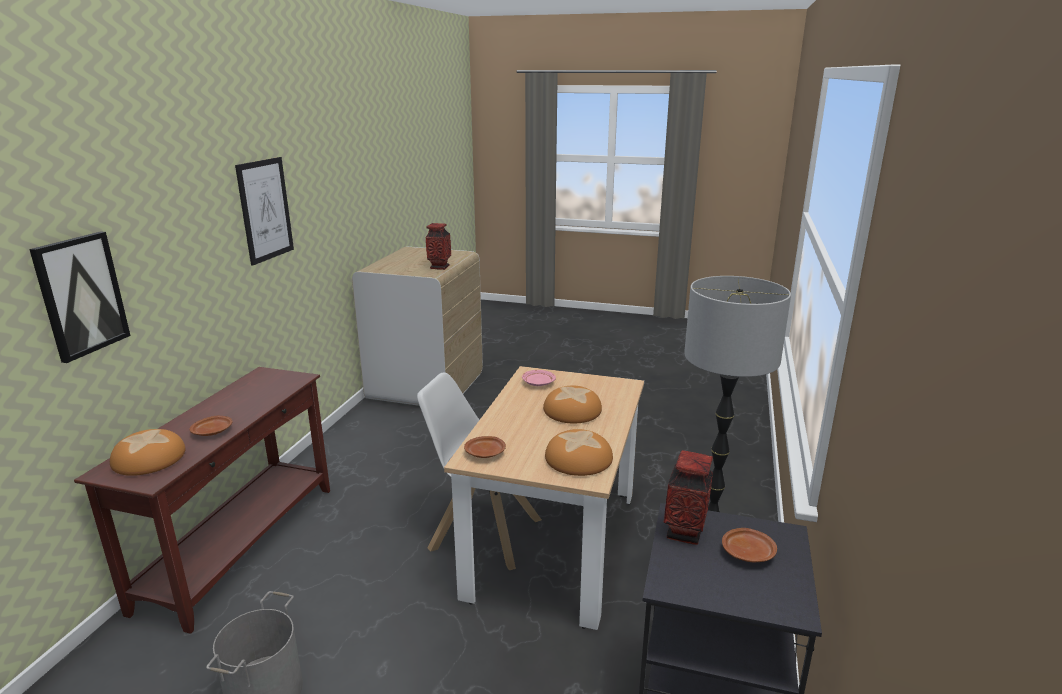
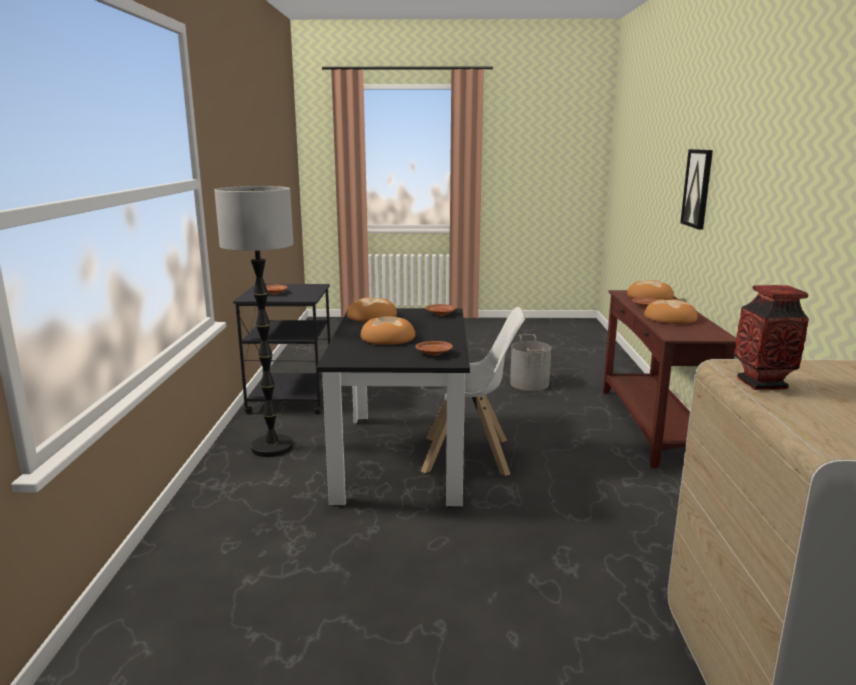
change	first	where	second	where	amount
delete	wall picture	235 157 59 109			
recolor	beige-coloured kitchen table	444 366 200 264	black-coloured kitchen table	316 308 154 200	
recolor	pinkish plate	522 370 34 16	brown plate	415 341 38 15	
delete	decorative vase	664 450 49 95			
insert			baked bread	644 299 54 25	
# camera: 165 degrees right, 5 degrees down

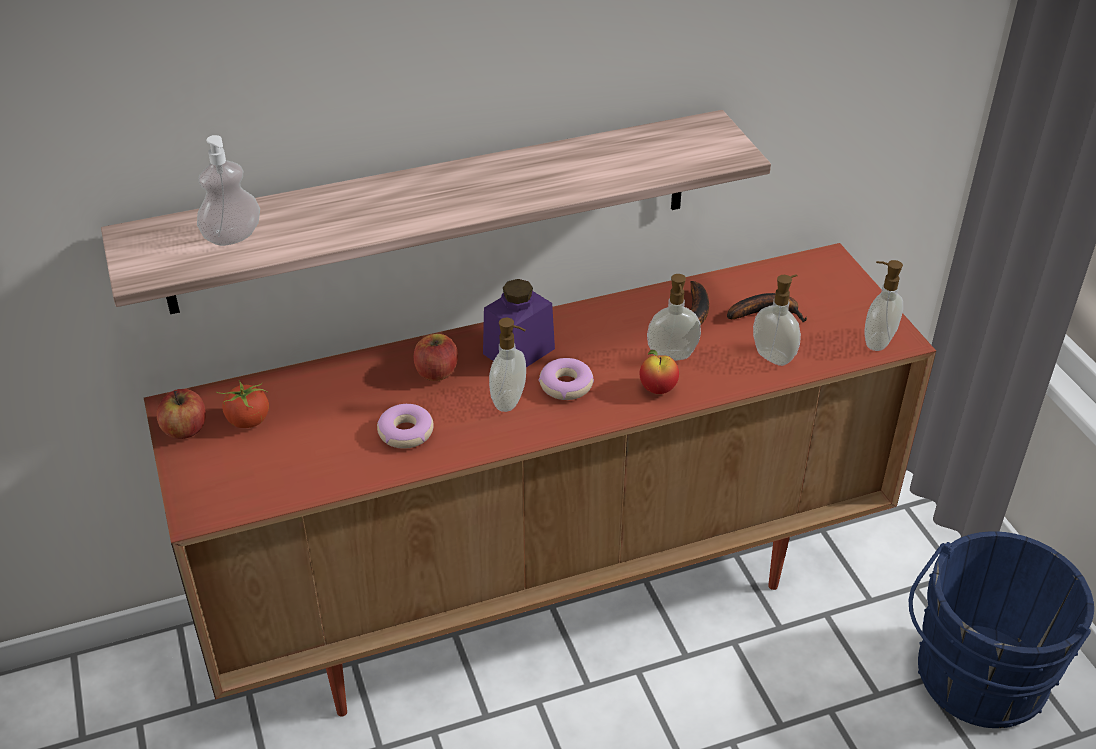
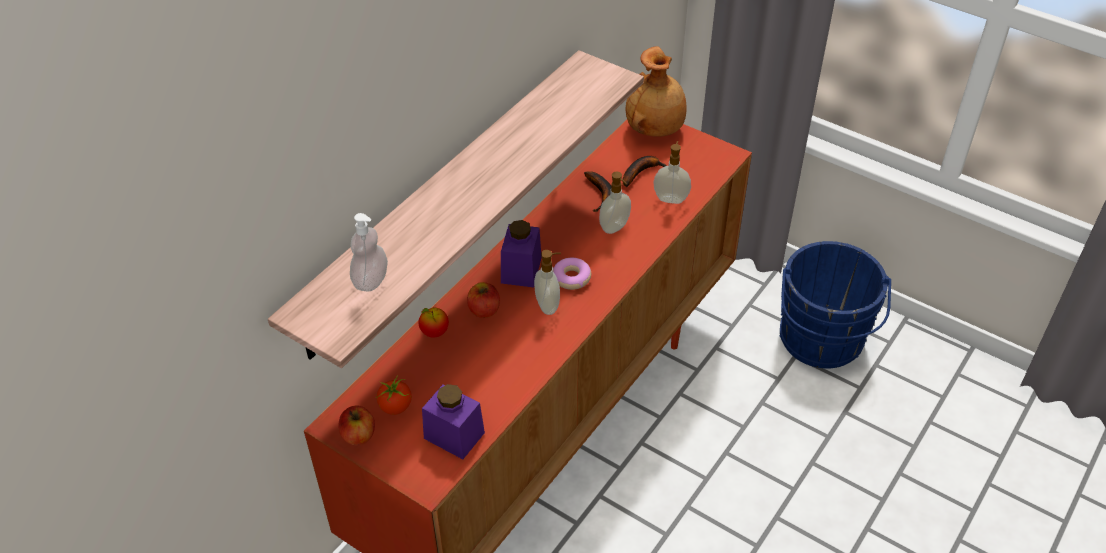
change	first	where	second	where	amount
delete	soap dispenser	864 260 39 91			
move	whole apple	639 350 40 44		418 307 31 31	
delete	donut	377 404 57 45			
insert			brown decorative vase	626 46 61 91	
insert			purple jar	422 384 63 75	
# camera: 35 degrees left, 5 degrees up

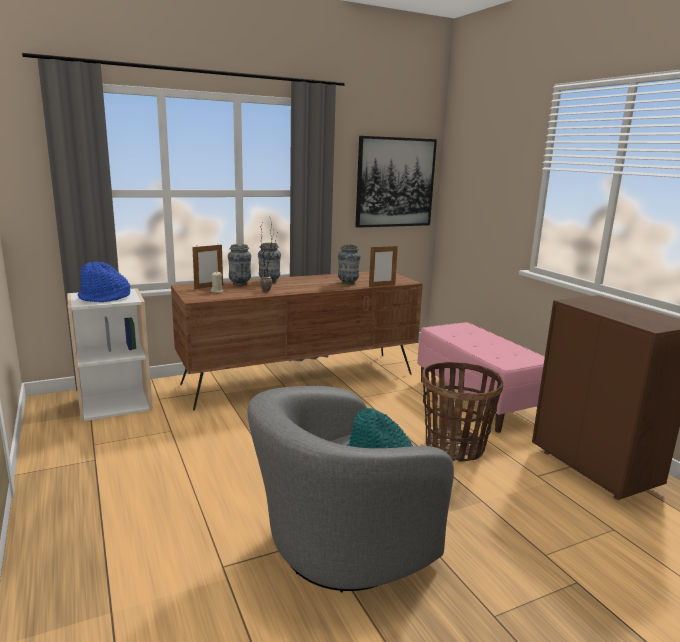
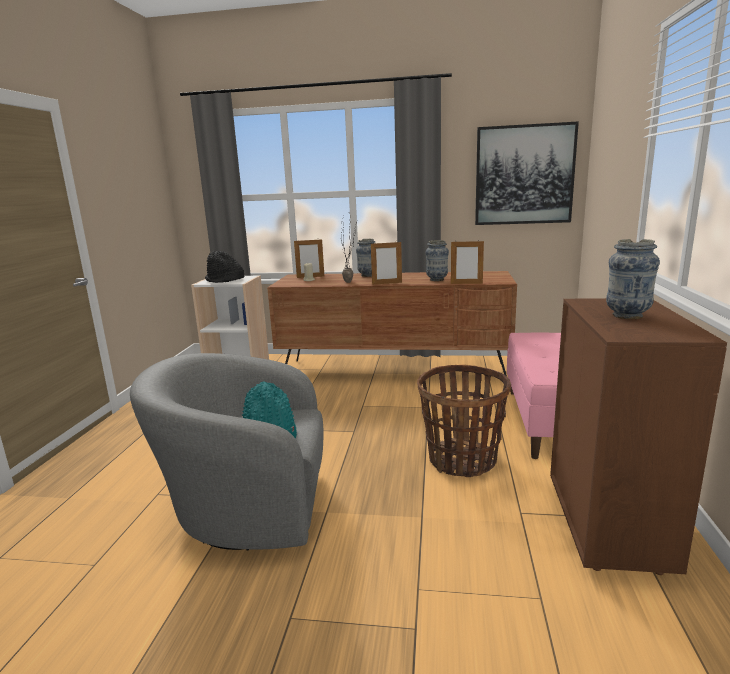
change	first	where	second	where	amount
move	decorative vase	228 244 23 42		606 239 54 80	
recolor	blue wearable hat	78 262 52 40	black-coloured wearable hat	205 251 39 32	
insert			photo frame	371 242 31 43	
# camera: 35 degrees right, 0 degrees up

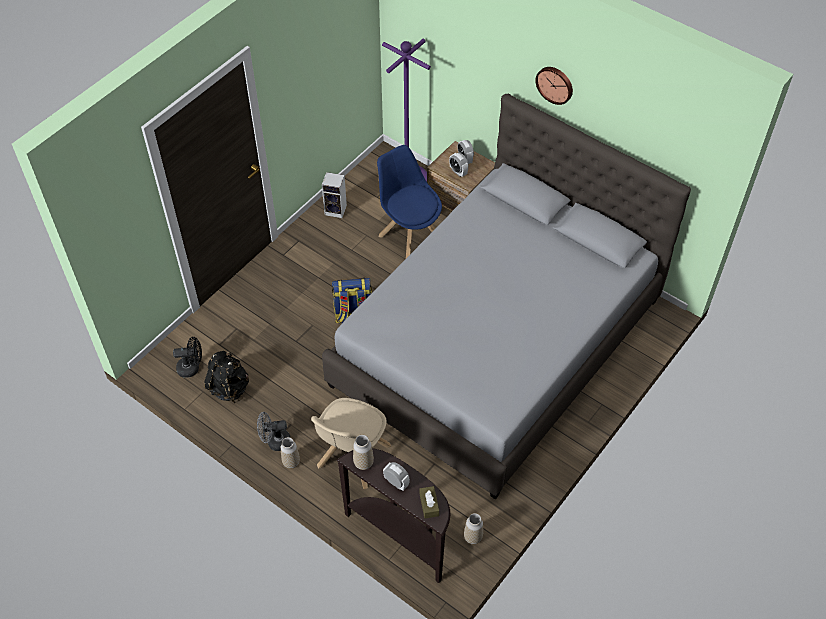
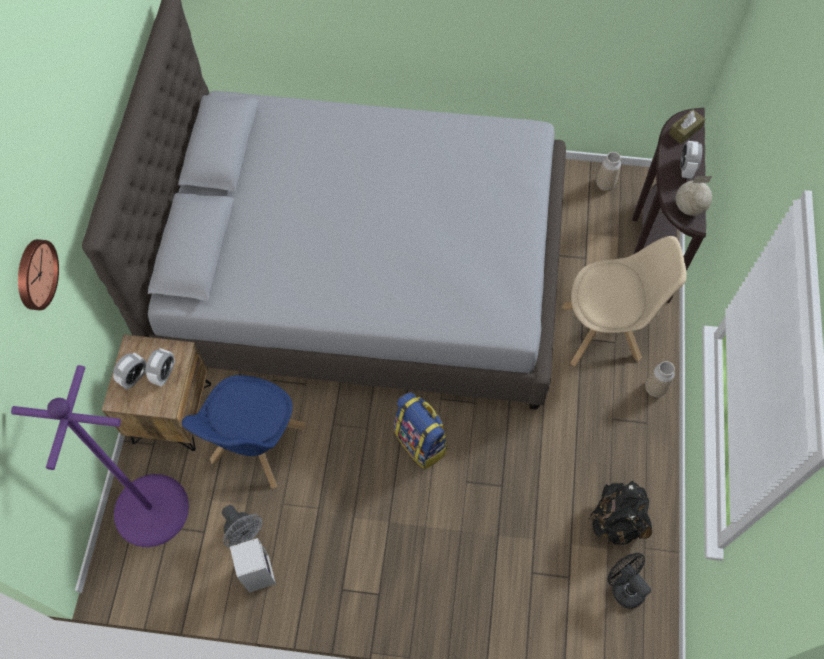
change	first	where	second	where	amount
move	clock on the wall	535 67 38 38		18 239 41 71	
move	grey fan	257 412 34 39		222 505 40 43	
replace	decorative vase	353 435 21 35	globe	676 176 36 40	
# camera: 120 degrees left, 10 degrees up

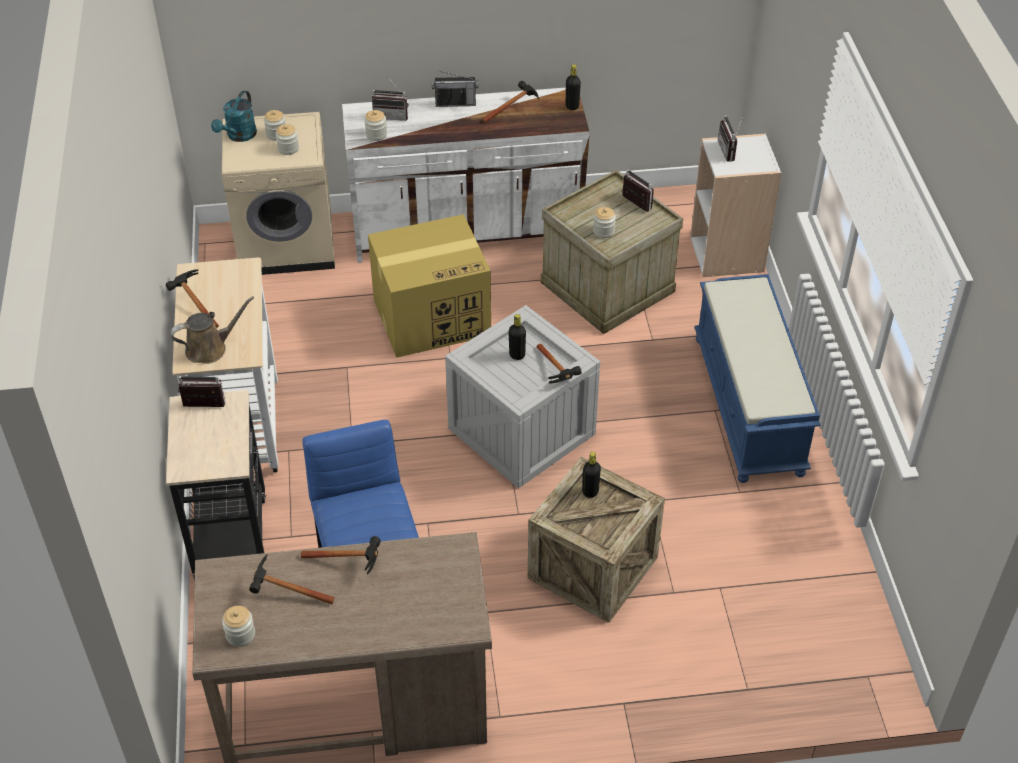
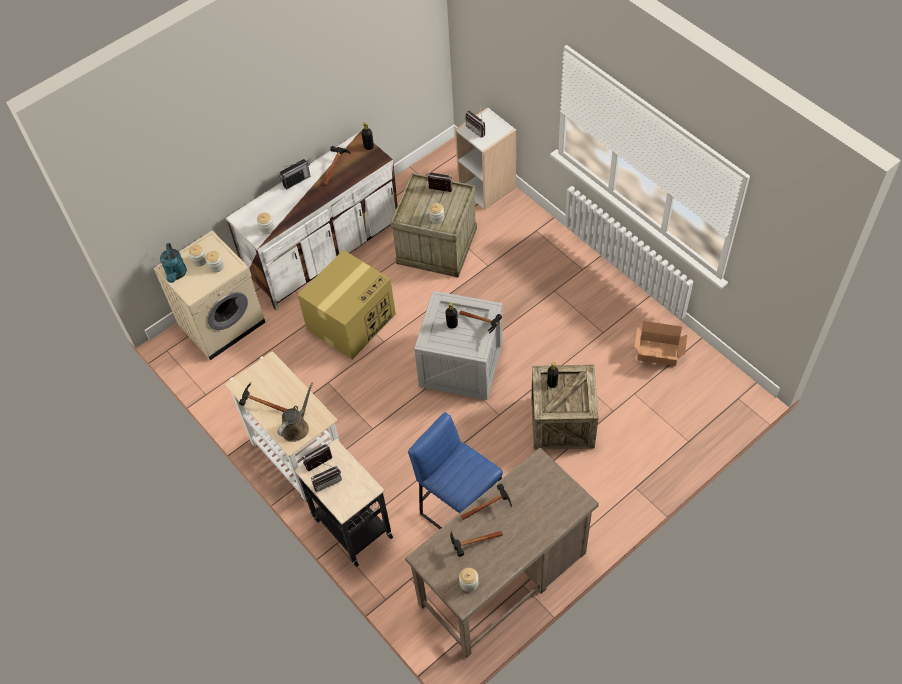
change	first	where	second	where	amount
move	radio set	372 76 36 45		311 461 31 31	
delete	blue long seat	694 274 127 209			
insert			cardboard box	634 321 54 45	
# camera: 30 degrees left, 10 degrees up

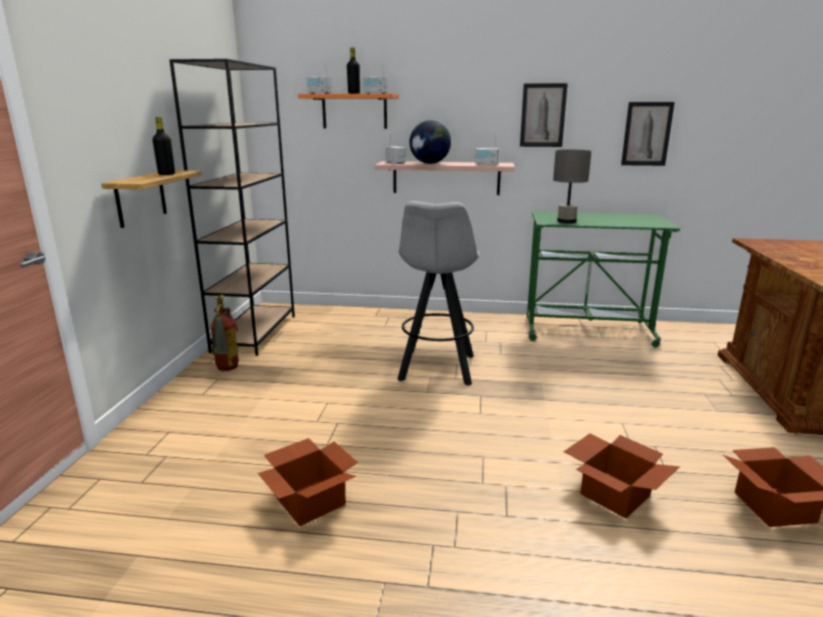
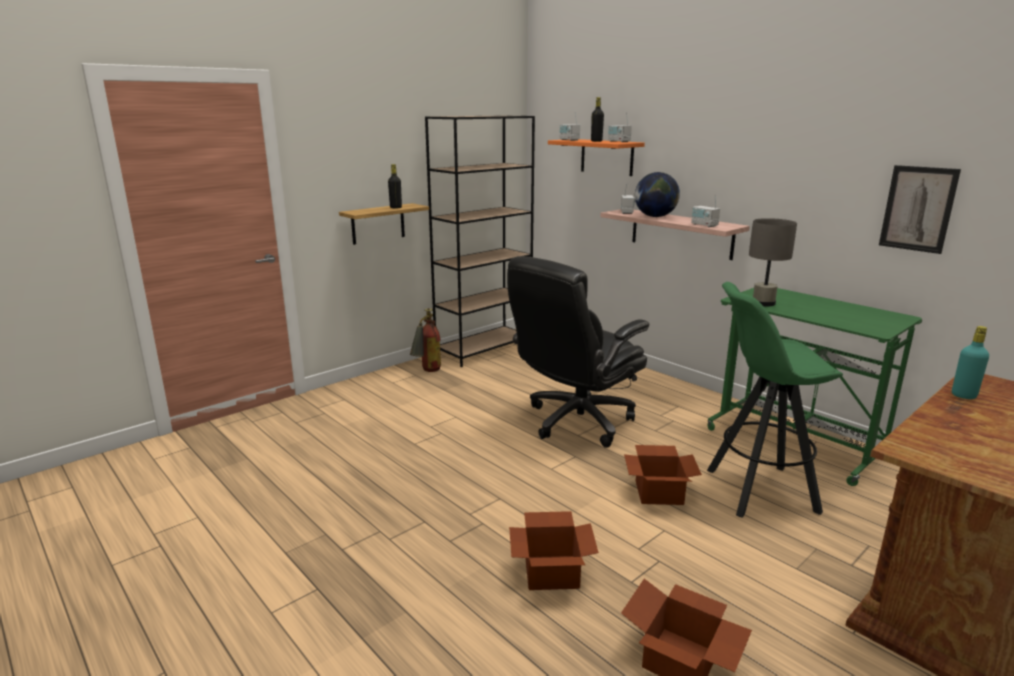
change	first	where	second	where	amount
delete	wall picture	520 83 48 64			
replace	grey sitting stool	398 201 81 184	black-coloured computer chair	507 256 142 192	
move	cardboard box	258 438 100 88		624 445 78 60	
insert			greenish sitting stool	707 282 136 236	
insert			turquoise-coloured bottle	952 326 37 73	
# camera: 40 degrees right, 0 degrees up

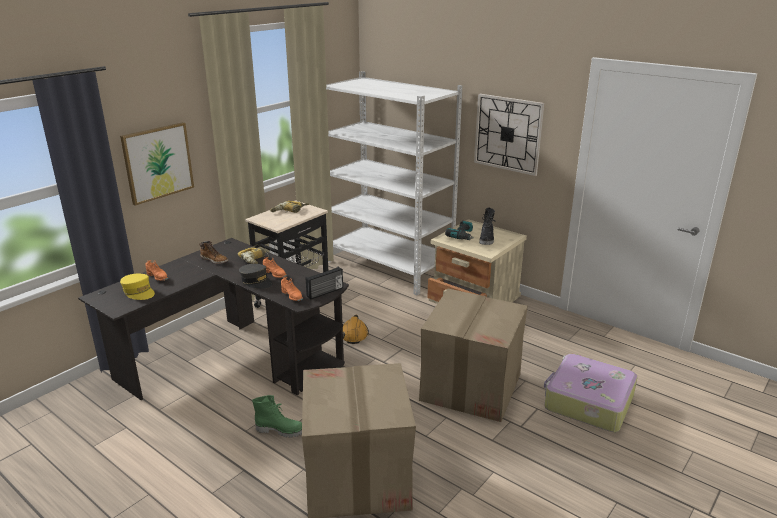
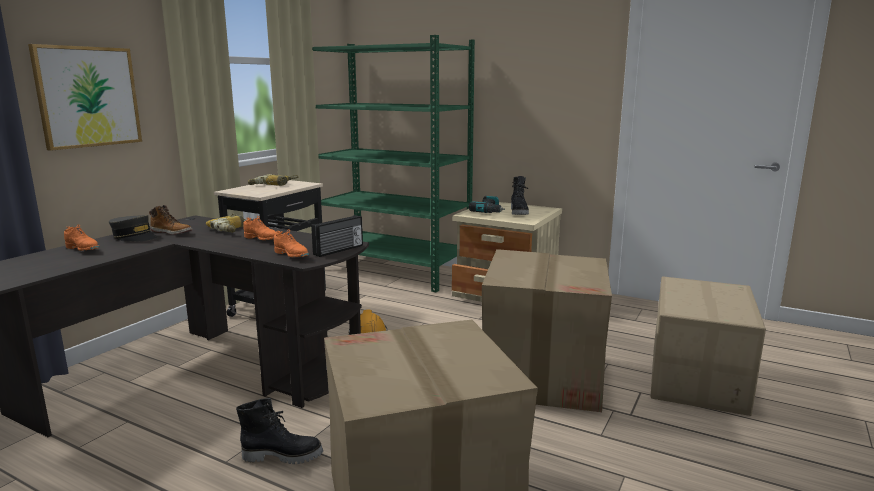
change	first	where	second	where	amount
recolor	white-coloured bookshelf	326 71 136 225	greenish bookshelf	312 35 163 257	
delete	clock on the wall	474 94 70 82			
move	grey cap	239 264 34 25		109 215 48 27	
delete	yellowish cap	120 273 35 27			
replace	piece of luggage	544 354 94 78	cardboard box	650 276 116 140	
recolor	greenish boot	252 395 50 43	black-coloured boot	236 398 87 66	
# camera: 10 degrees left, 10 degrees down

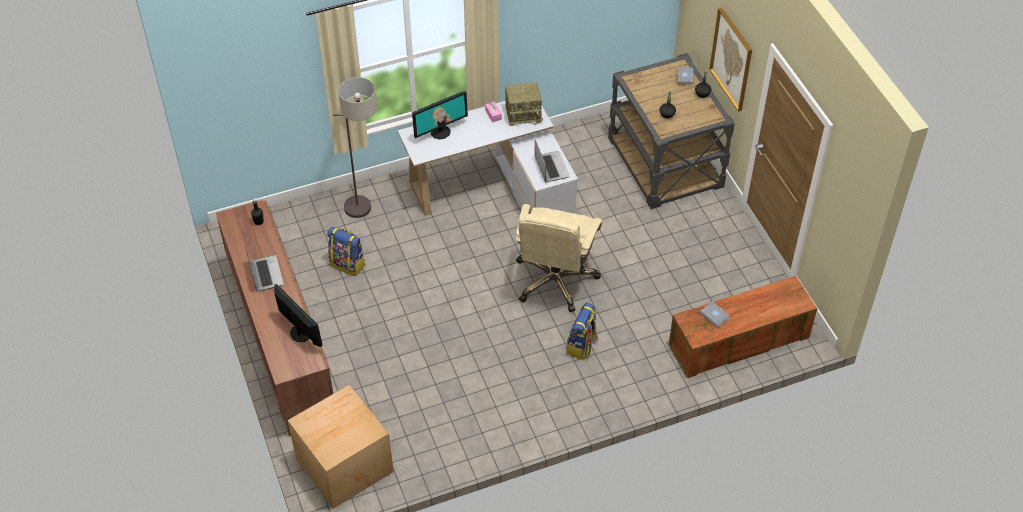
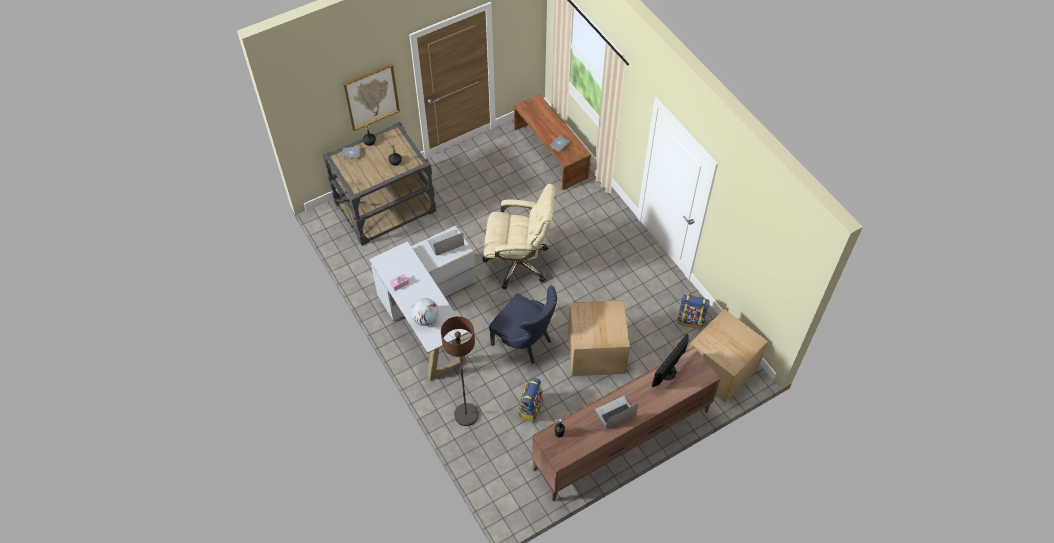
change	first	where	second	where	amount
recolor	grey standard lamp	333 77 44 141	brown standard lamp	441 316 37 110	
delete	radio set	505 82 38 44			
replace	computer screen	412 91 56 49	globe	411 298 28 28	
move	backpack	567 303 31 57		677 294 32 34	
insert			blue plain chair	489 286 68 78	
insert			cardboard box	568 300 62 76	
# camera: 100 degrees left, 5 degrees up

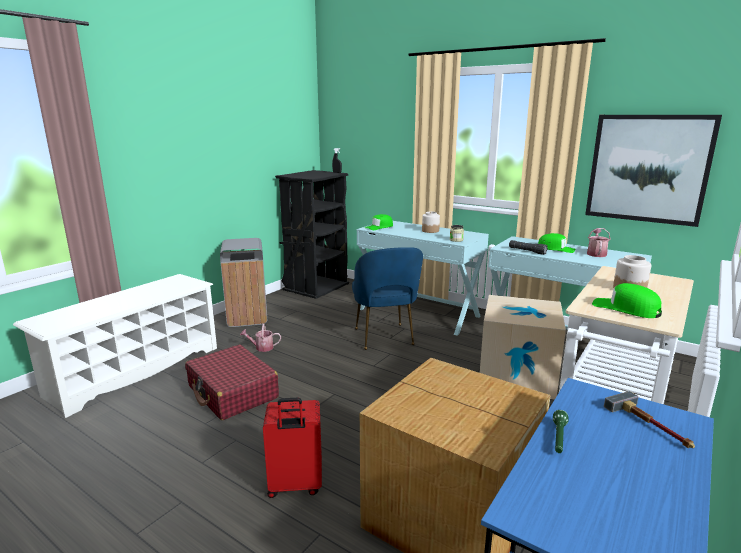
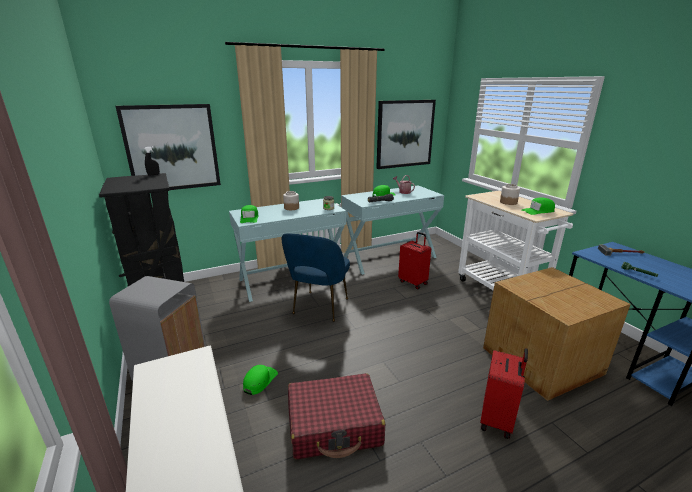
change	first	where	second	where	amount
rotate	blue plain chair	352 247 71 103		282 233 68 89	90 degrees clockwise
replace	cardboard box	480 295 86 105	red piece of luggage	398 232 33 57	
replace	watering pot	240 324 41 28	greenish cap	243 365 35 30	
insert			wall picture	116 104 105 86	
# camera: 60 degrees left, 5 degrees up

